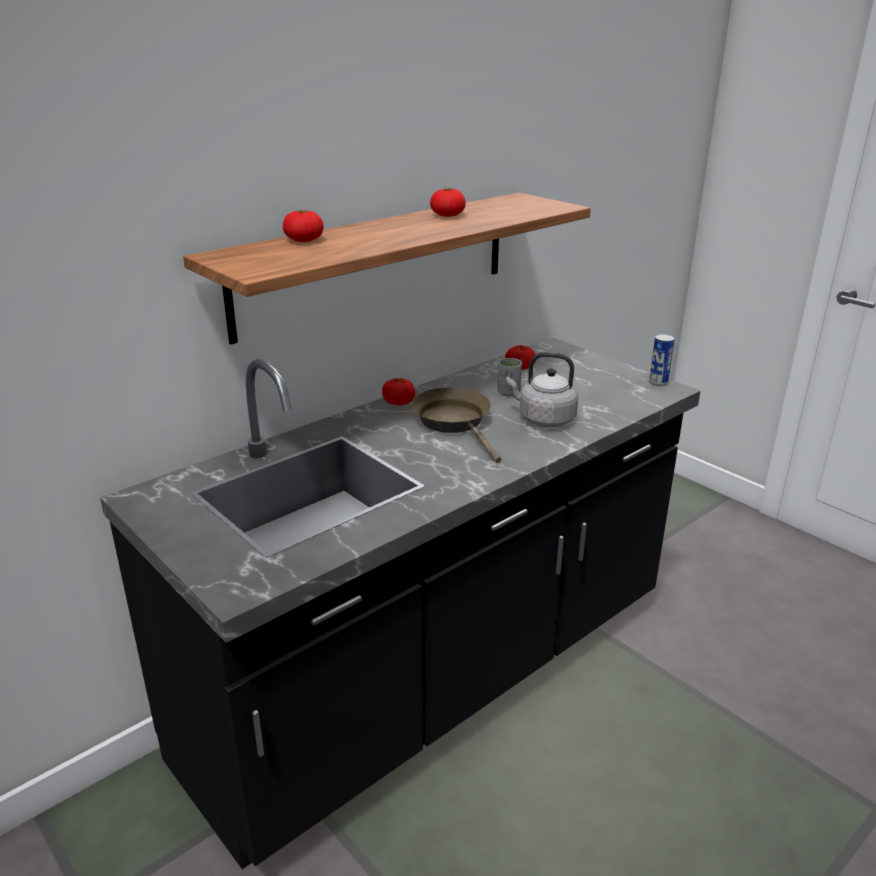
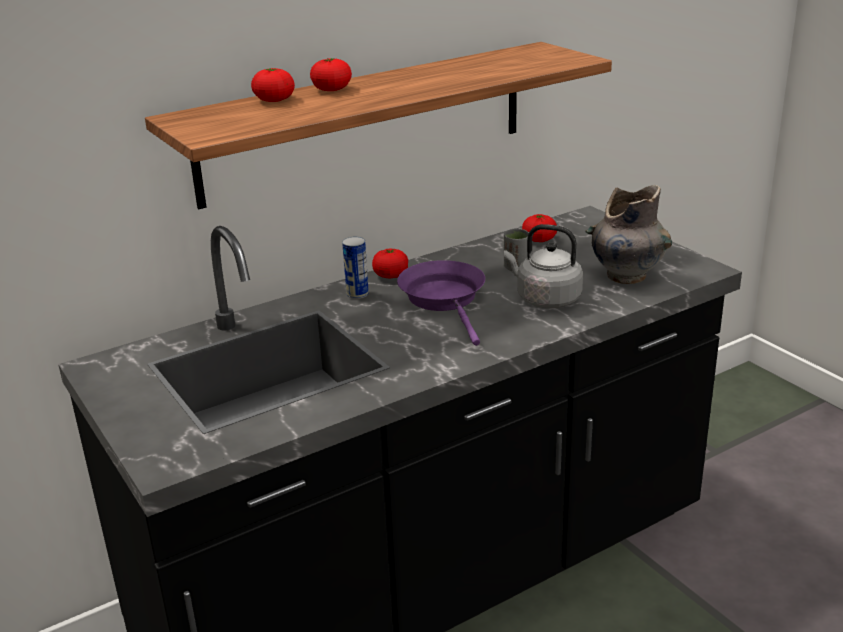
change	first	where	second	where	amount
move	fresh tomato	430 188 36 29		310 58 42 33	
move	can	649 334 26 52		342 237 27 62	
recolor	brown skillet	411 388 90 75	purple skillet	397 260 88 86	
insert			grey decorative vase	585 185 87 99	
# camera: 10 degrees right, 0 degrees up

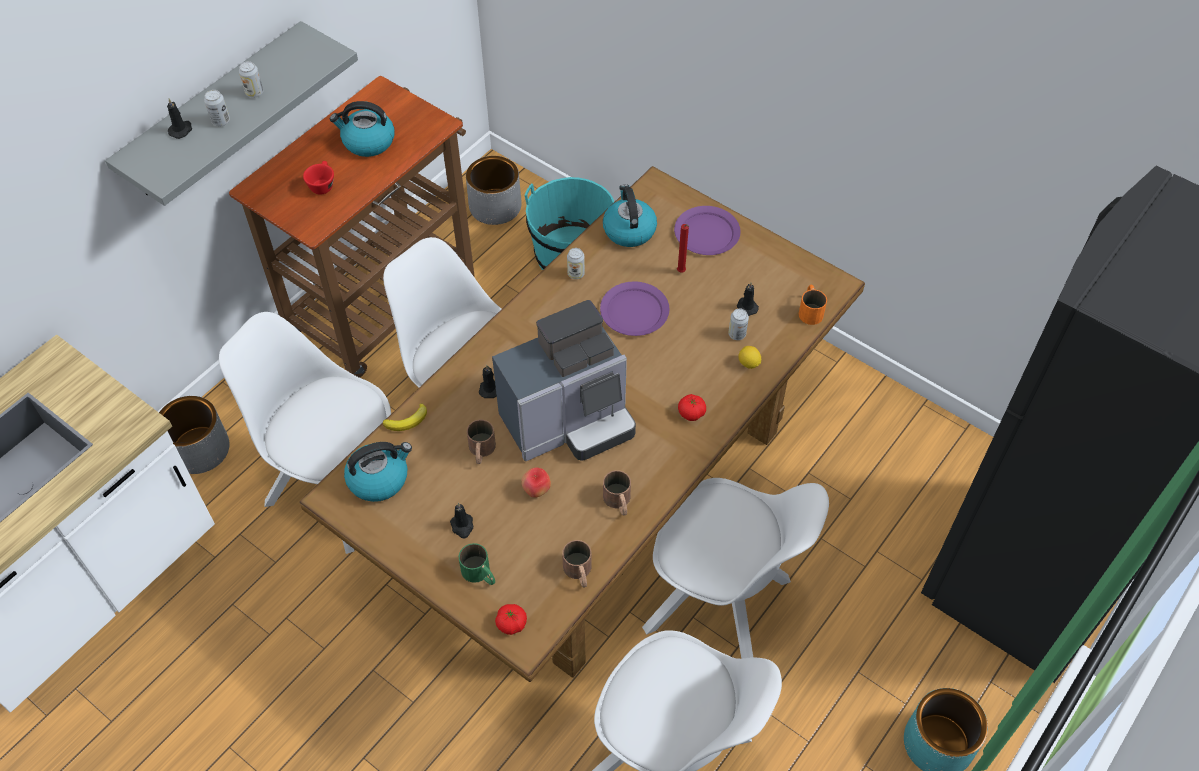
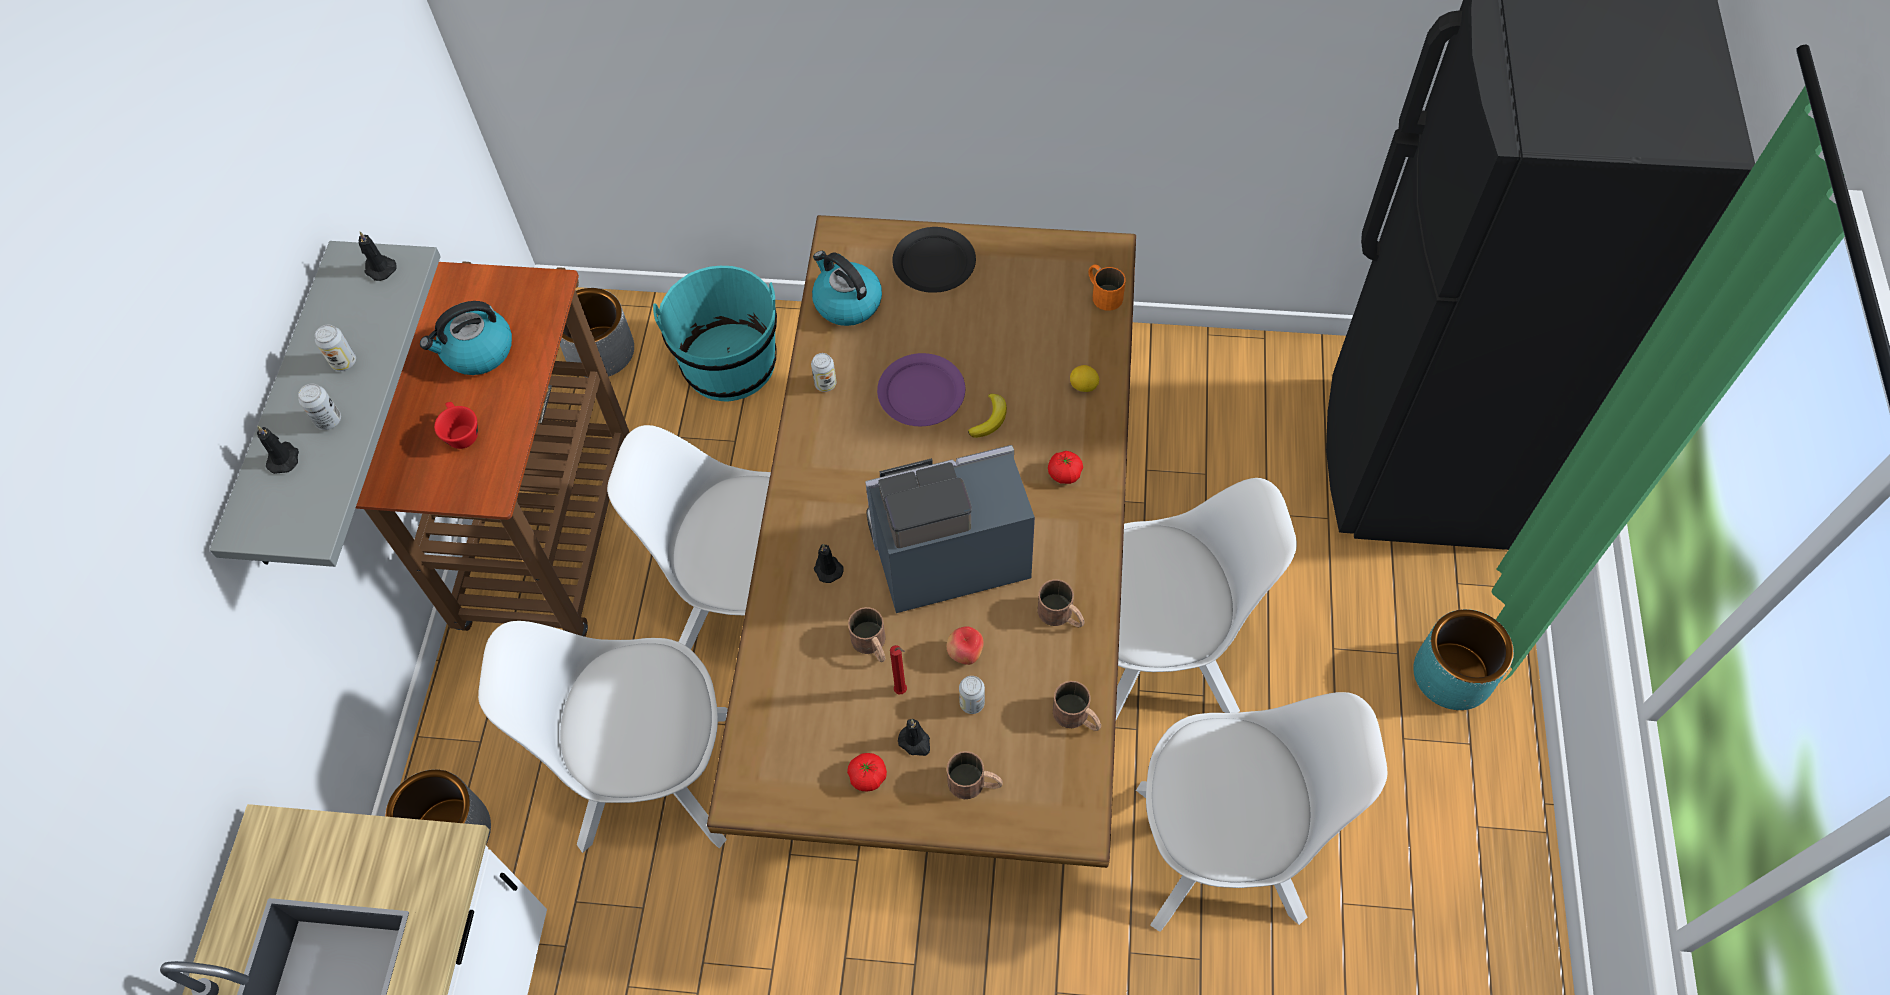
change	first	where	second	where	amount
recolor	purple plate	674 206 67 49	black-coloured plate	892 227 84 66	
move	red candle	677 224 12 49		890 645 17 49	
move	black-coloured candle	737 283 22 33		358 231 39 50	
rotate	coffee brewer	492 300 144 161		865 445 170 168	135 degrees counterclockwise
move	can	728 309 21 31		959 676 26 38	
move	whole banana	383 403 44 28		968 393 39 45	
delete	kettle	344 442 68 60			
recolor	greenish coffee mug	458 543 37 42	brown coffee mug	947 751 56 48	
move	fresh tomato	495 604 32 31		847 753 40 38	
# camera: 30 degrees left, 5 degrees up

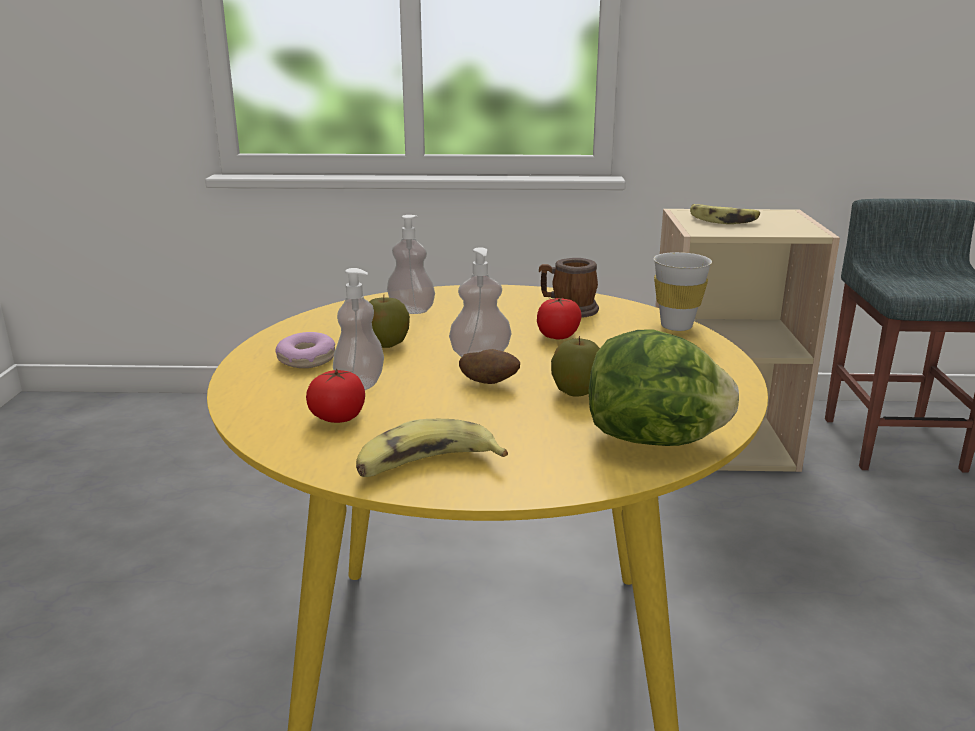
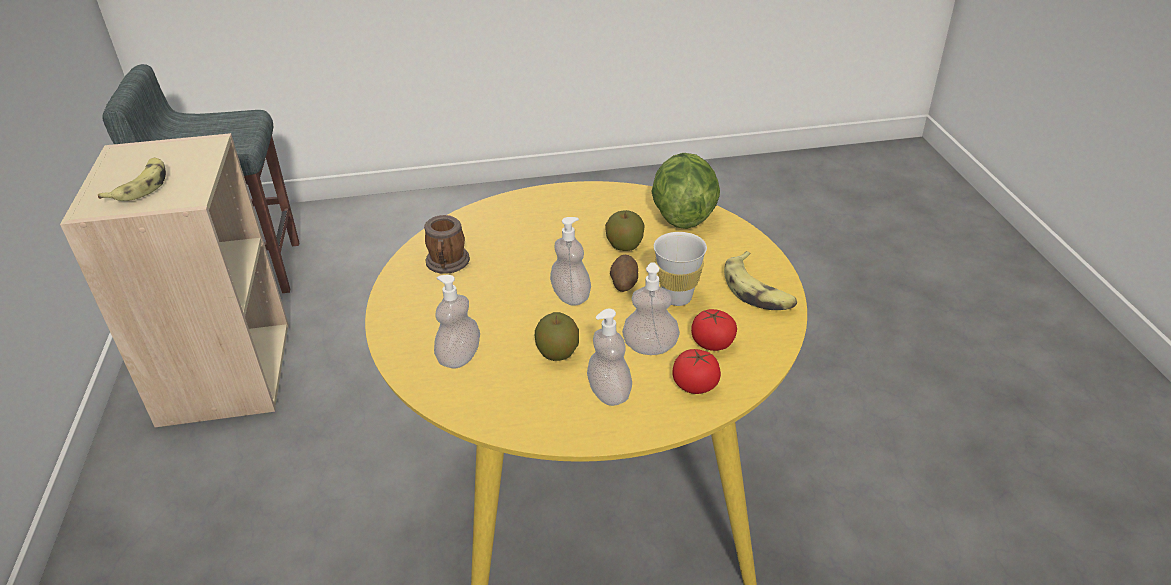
change	first	where	second	where	amount
move	white-coloured small cup	654 252 58 79		653 232 54 74	
move	fresh tomato	537 298 45 41		673 349 48 45	
replace	donut	275 332 60 36	soap dispenser	587 308 45 98	
# camera: 100 degrees left, 15 degrees up

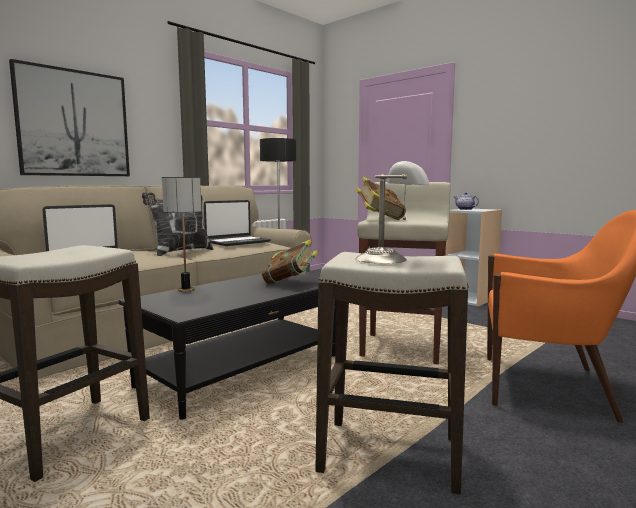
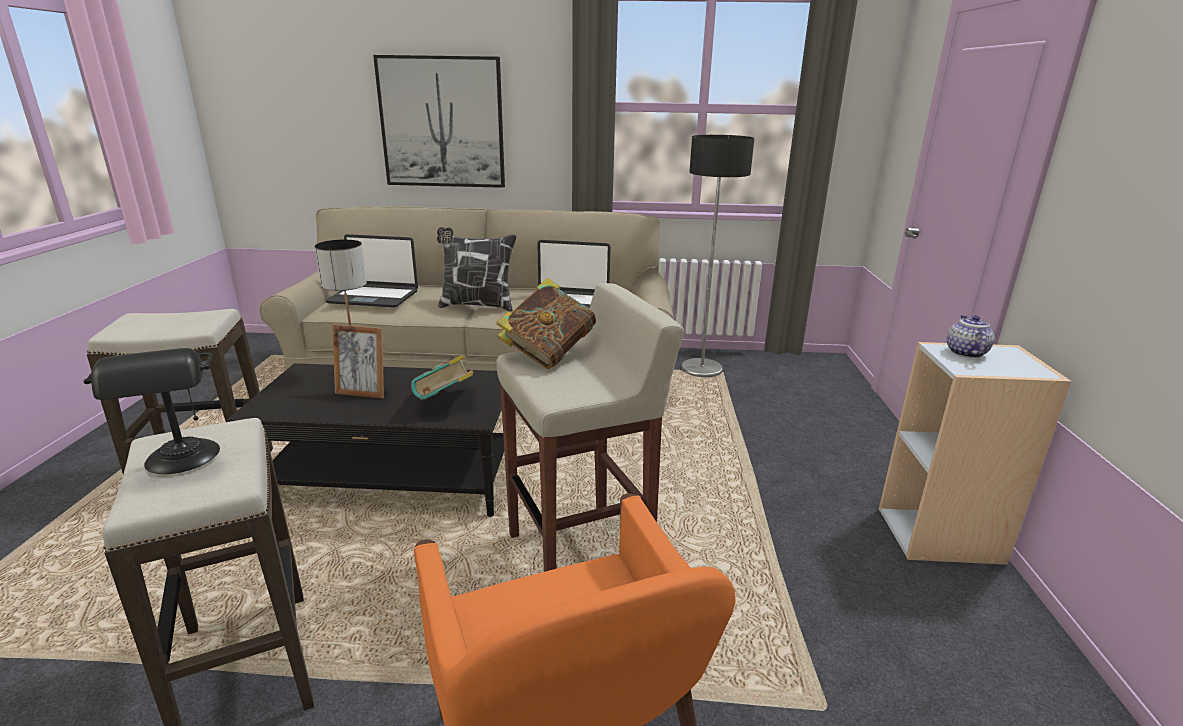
change	first	where	second	where	amount
recolor	white-coloured table lamp	356 161 74 103	black-coloured table lamp	84 348 136 126	
insert			photo frame	332 324 52 74	
# camera: 50 degrees right, 15 degrees up

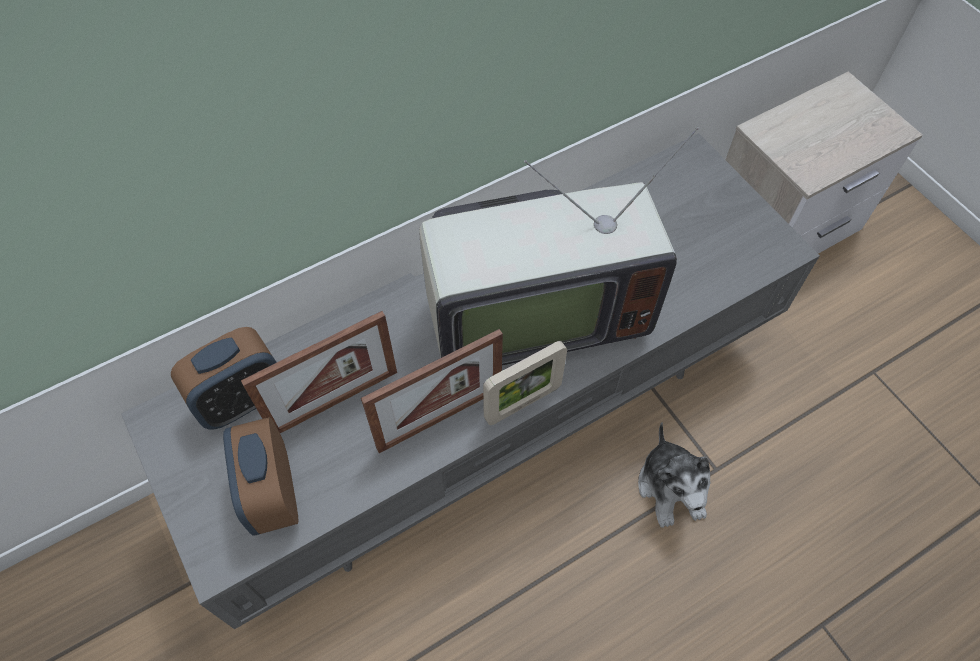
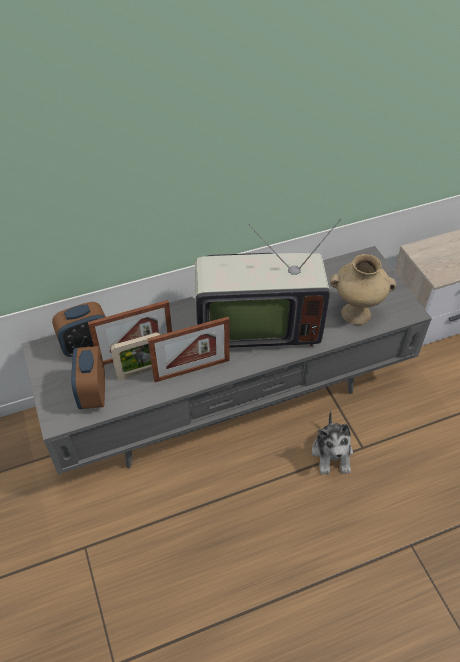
change	first	where	second	where	amount
move	photo frame	483 341 84 84		110 332 50 48	
insert			beige-coloured decorative vase	330 254 66 71	
# camera: 10 degrees right, 10 degrees down

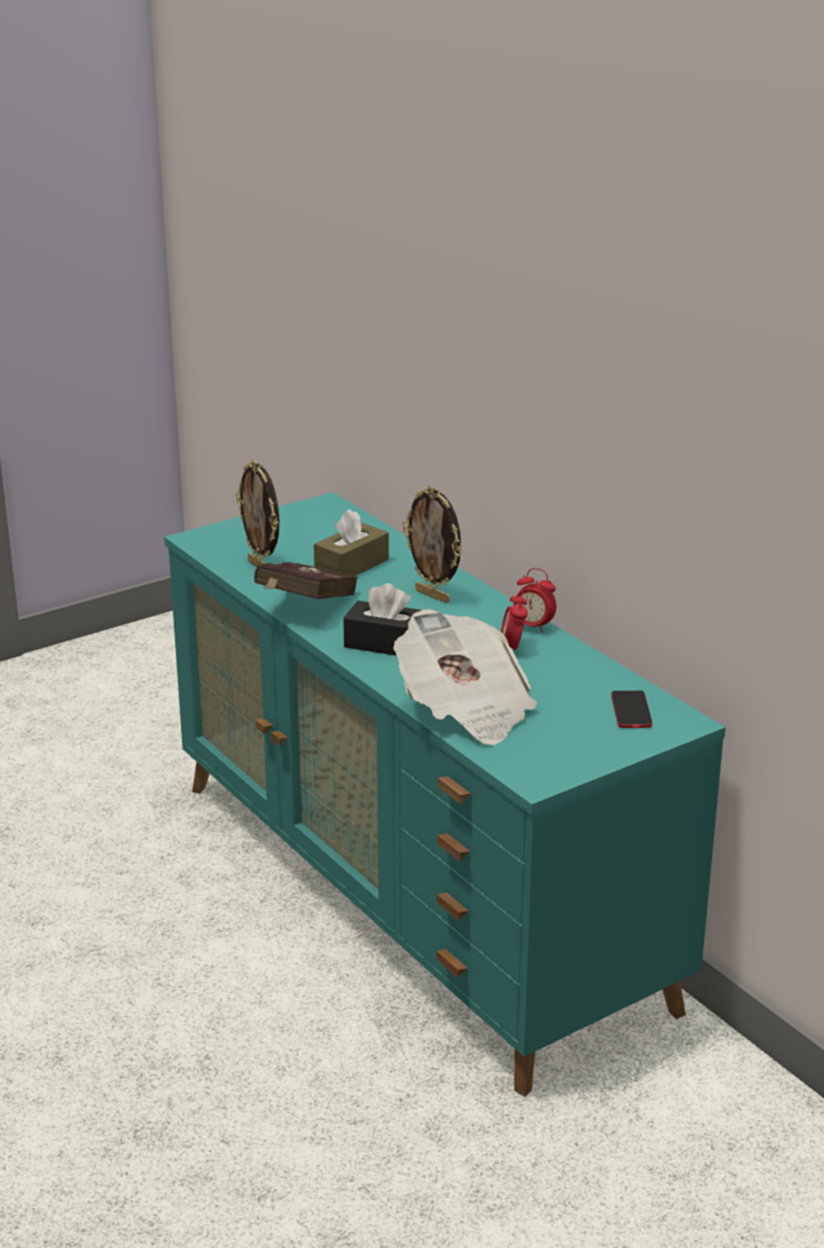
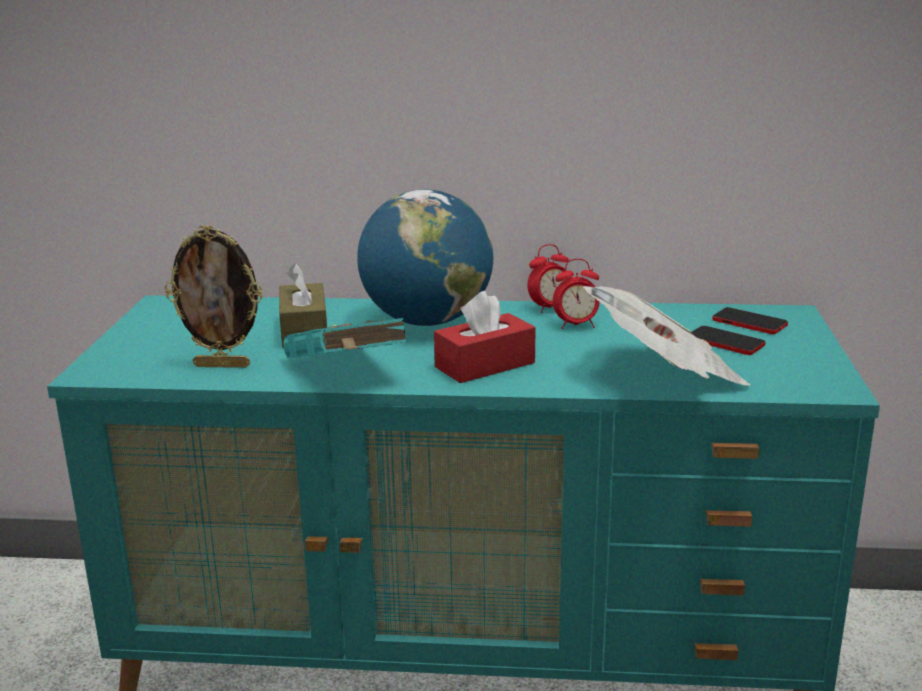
change	first	where	second	where	amount
replace	photo frame	403 486 59 117	globe	357 189 136 137	
recolor	red book	254 562 104 37	turquoise-coloured book	283 318 124 40	
recolor	black-coloured box of tissues	343 583 78 73	red box of tissues	434 291 102 92	
rotate	table clock	501 590 27 60		553 259 47 70	45 degrees counterclockwise
insert			handset	692 326 73 29	
# camera: 50 degrees left, 5 degrees down

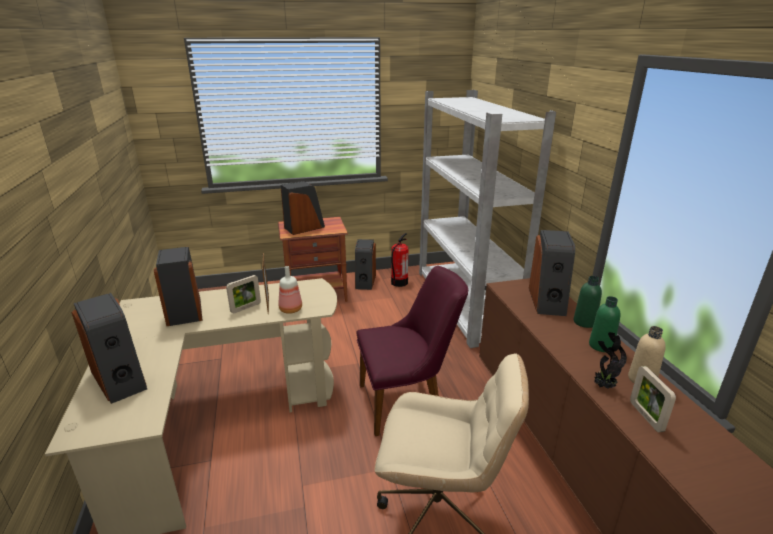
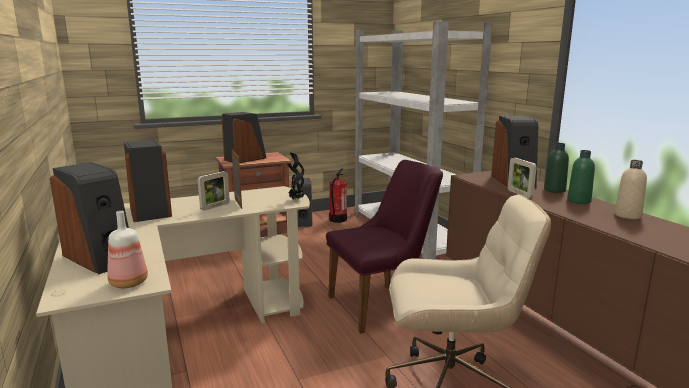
change	first	where	second	where	amount
move	bottle	279 266 23 48		107 211 41 77	
move	houseplant	594 332 33 57		287 153 17 47	
move	photo frame	630 366 46 66		508 158 29 40	
# camera: 10 degrees left, 10 degrees down

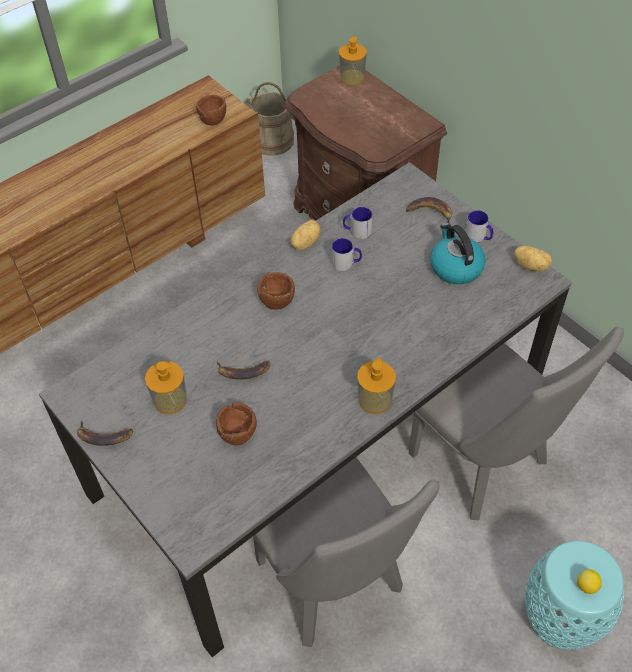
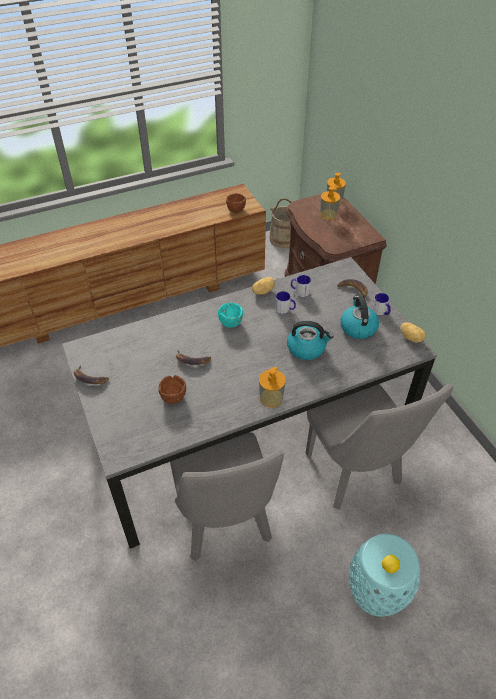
change	first	where	second	where	amount
recolor	brown bowl	257 272 38 38	turquoise-coloured bowl	218 302 25 26	
move	soap dispenser	145 361 42 53		320 187 20 33	
insert			kettle	287 321 47 39	
# camera: 15 degrees right, 5 degrees down

